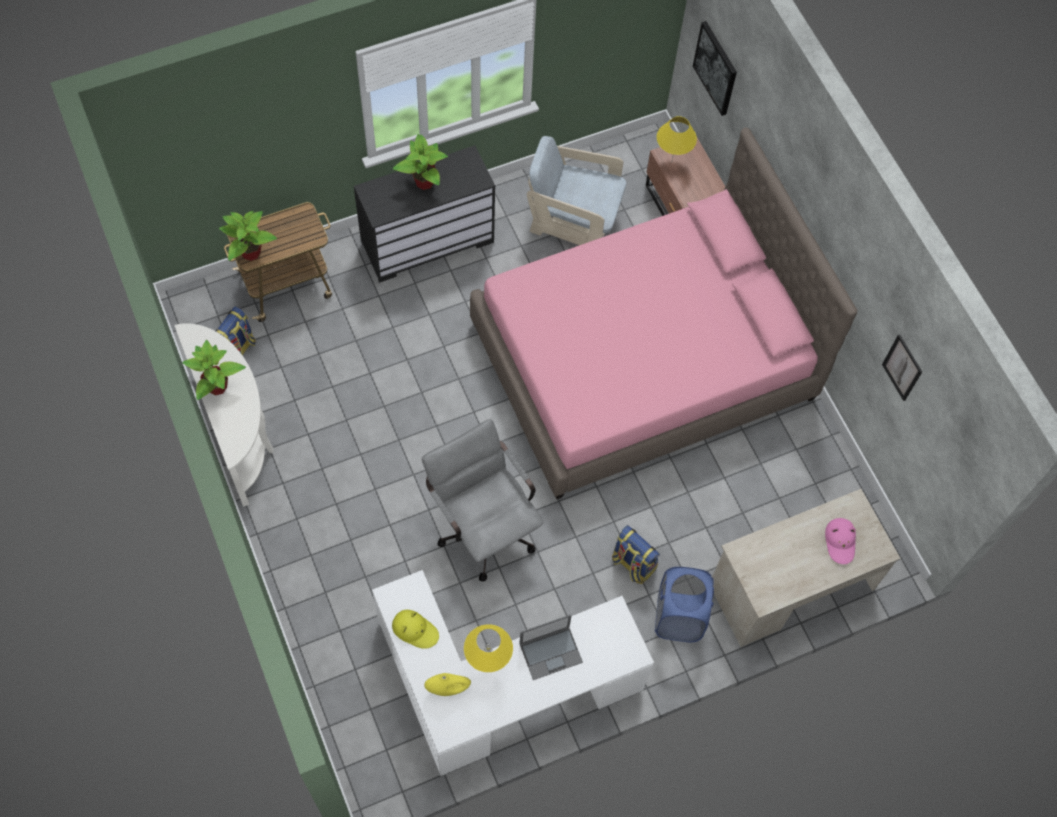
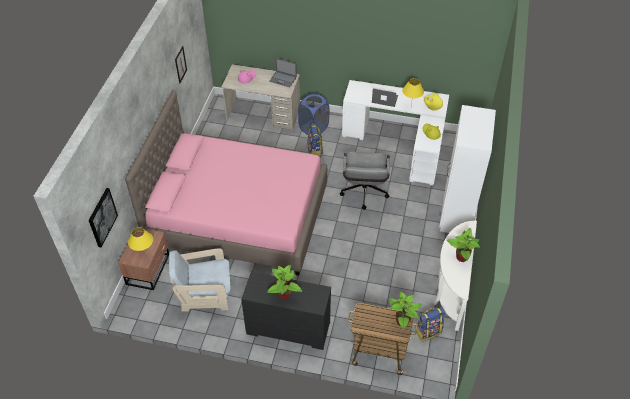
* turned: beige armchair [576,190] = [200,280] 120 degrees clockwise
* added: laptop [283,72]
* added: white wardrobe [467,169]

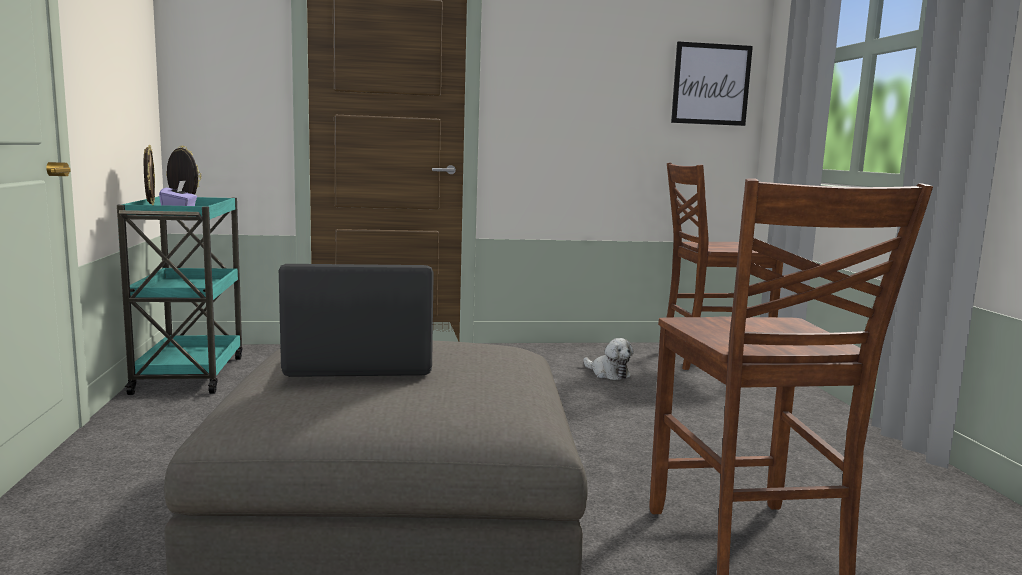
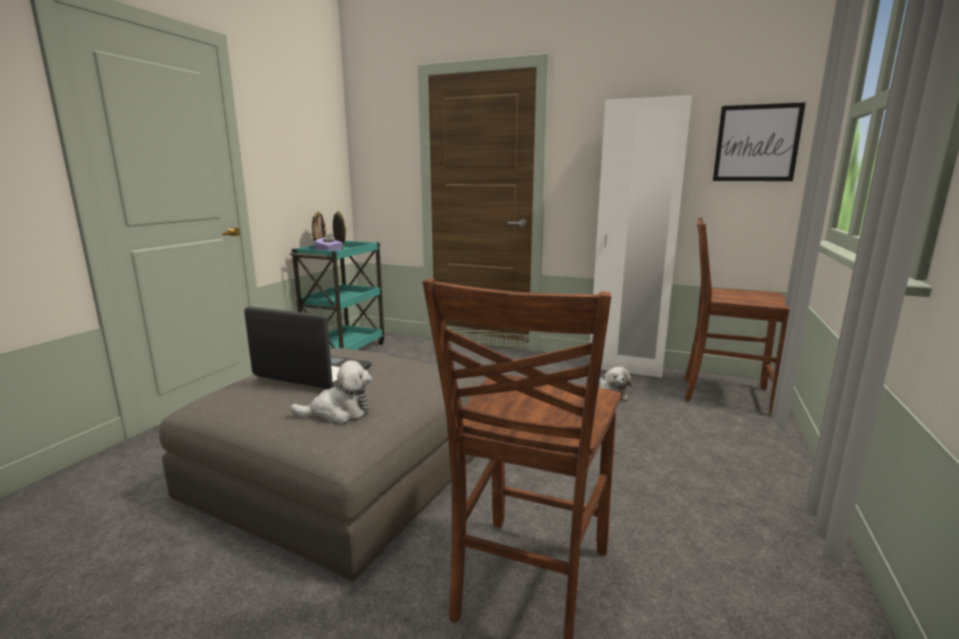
* added: plush toy [331,391]
* added: white wardrobe [640,236]

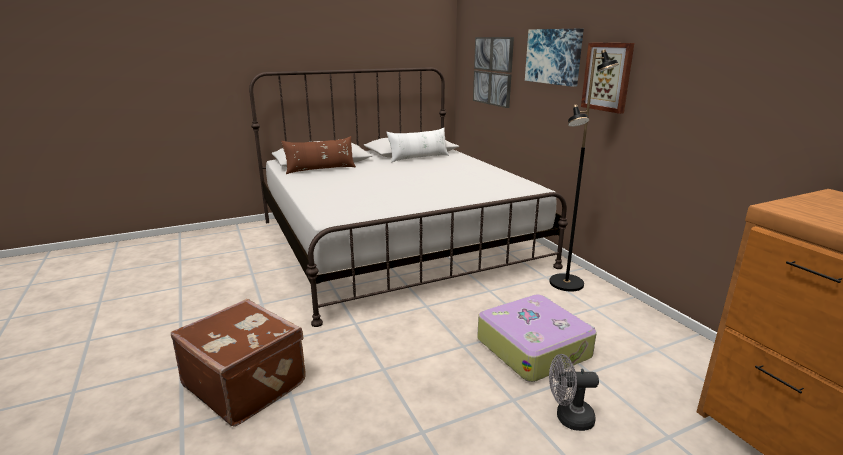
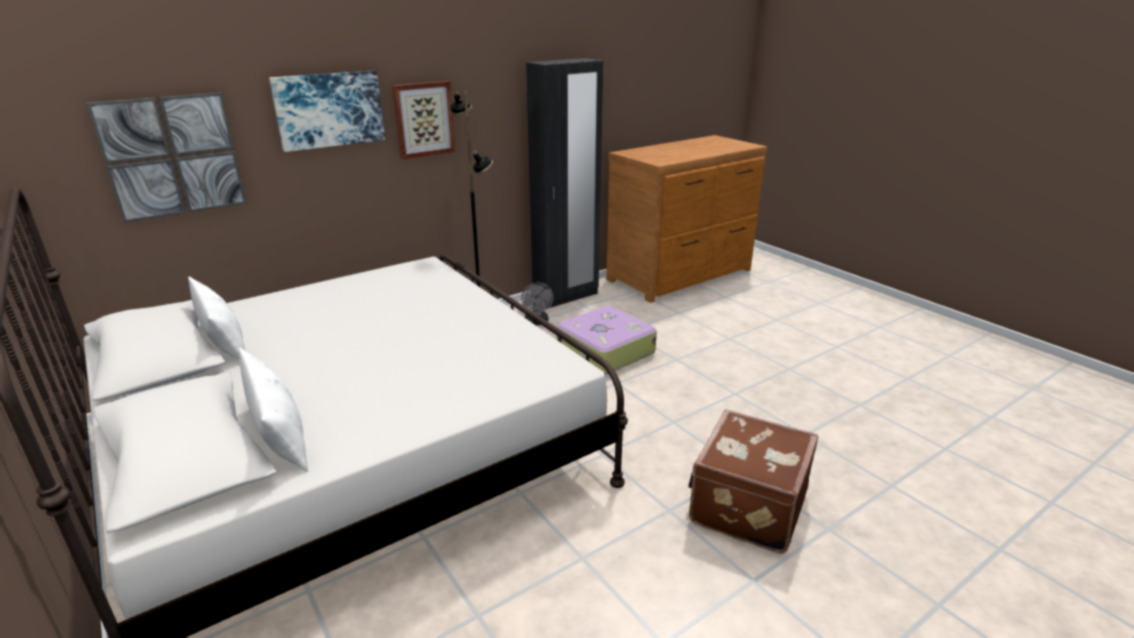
* recoloured: brown pillow [318,155] to white pillow [273,410]
* moved: grey fan [574,392] to [537,304]
* added: black wardrobe [564,183]

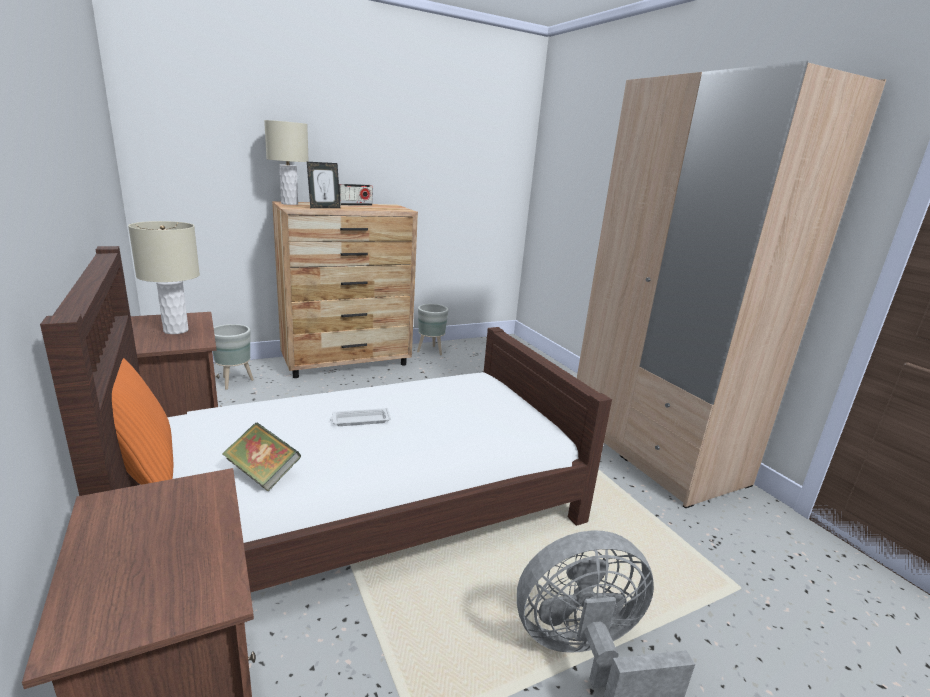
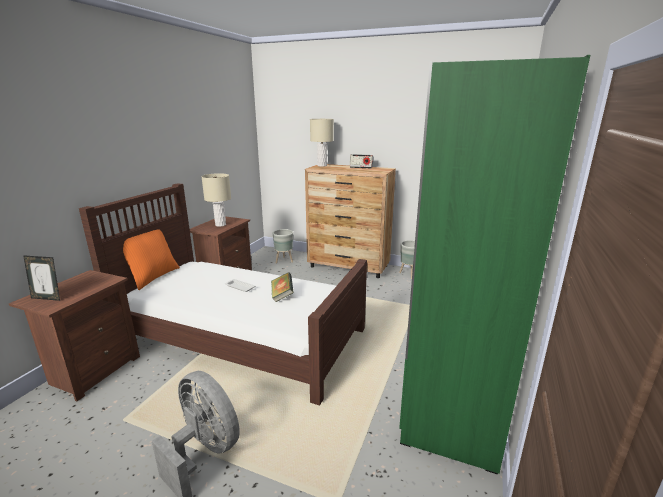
* moved: book [261,457] to [282,287]
* moved: picture frame [323,185] to [41,278]
* recoloured: beige wardrobe [731,284] to green wardrobe [494,265]

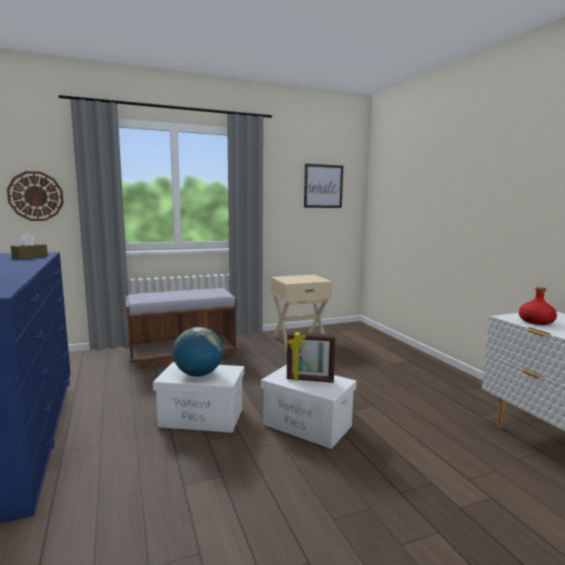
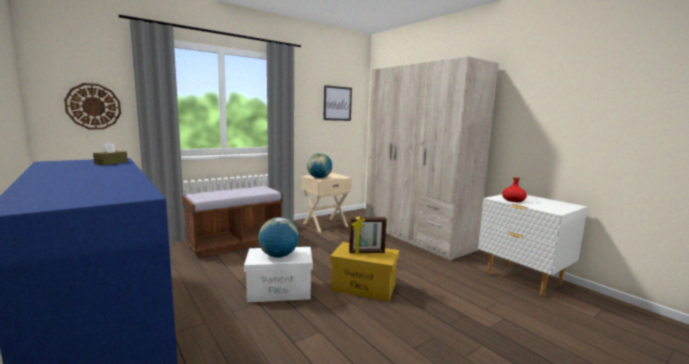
* recoloured: white storage box [309,406] to yellow storage box [364,272]
* added: globe [319,165]
* added: beige wardrobe [432,158]

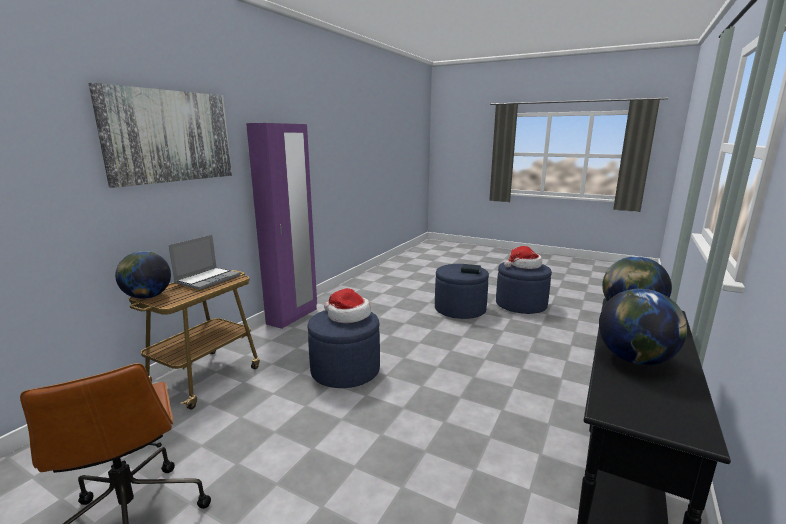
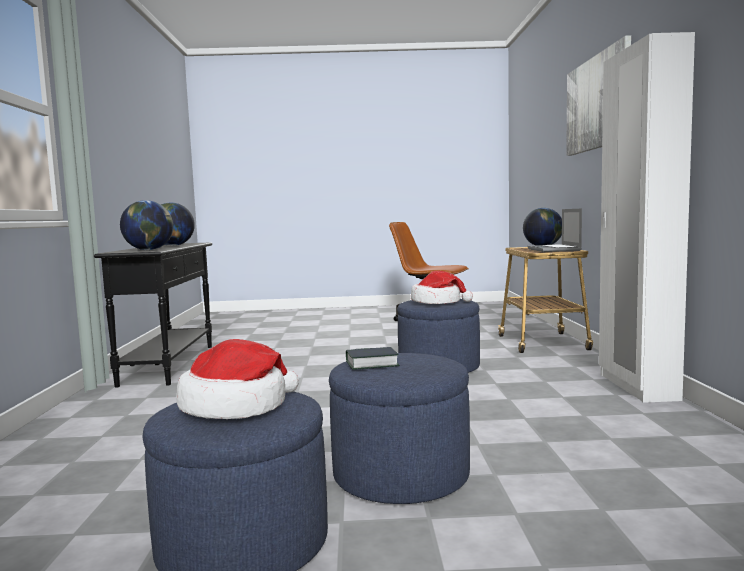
* recoloured: purple wardrobe [281,226] to white wardrobe [647,217]

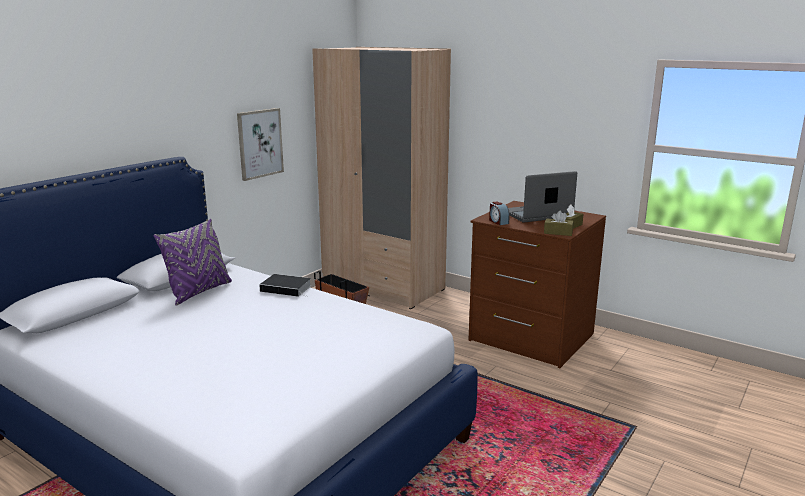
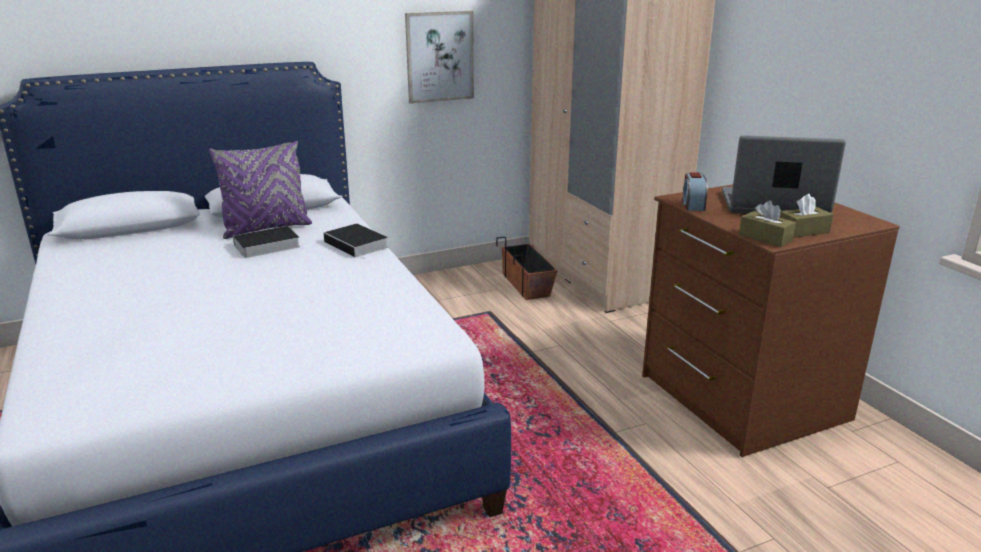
* added: book [262,242]

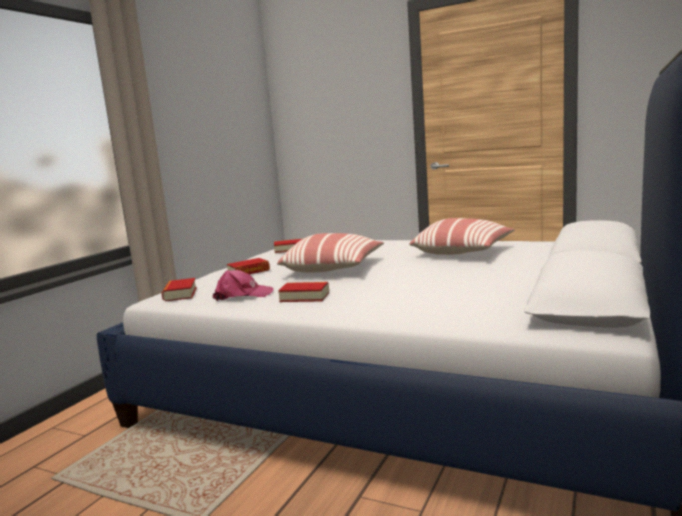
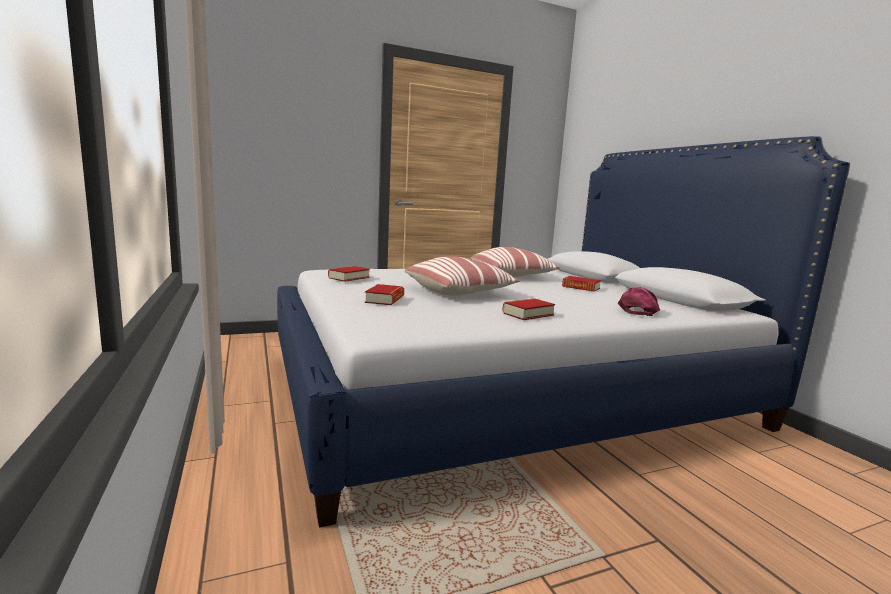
* moved: book [179,289] to [581,284]
* moved: pink cap [243,285] to [639,301]

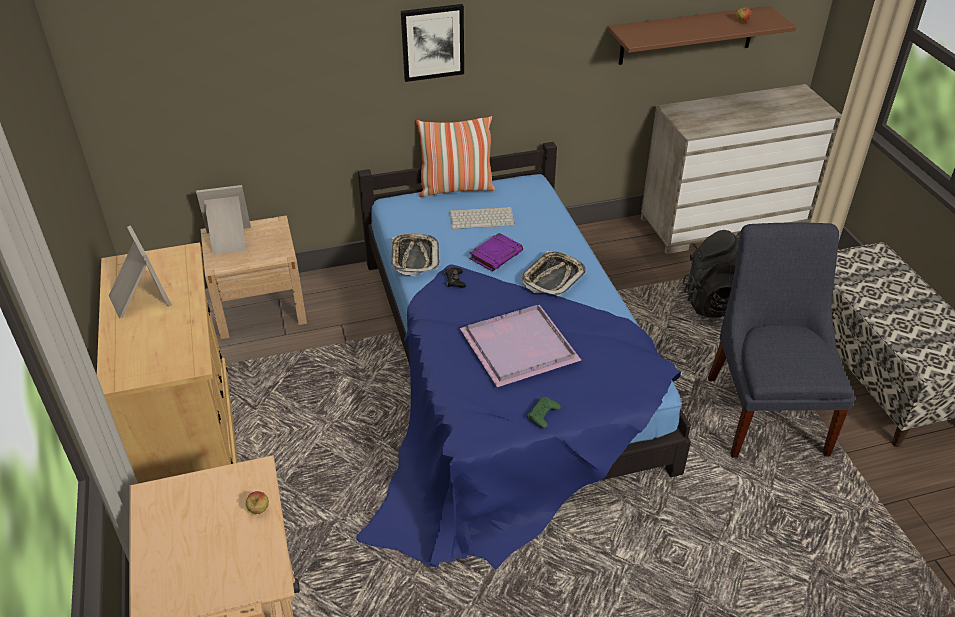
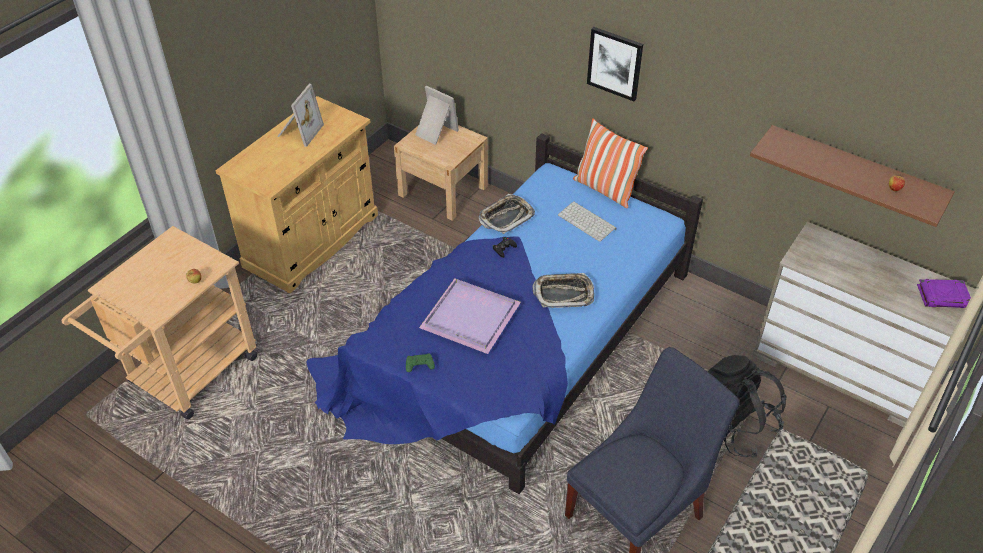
* moved: purple book [496,252] to [944,293]

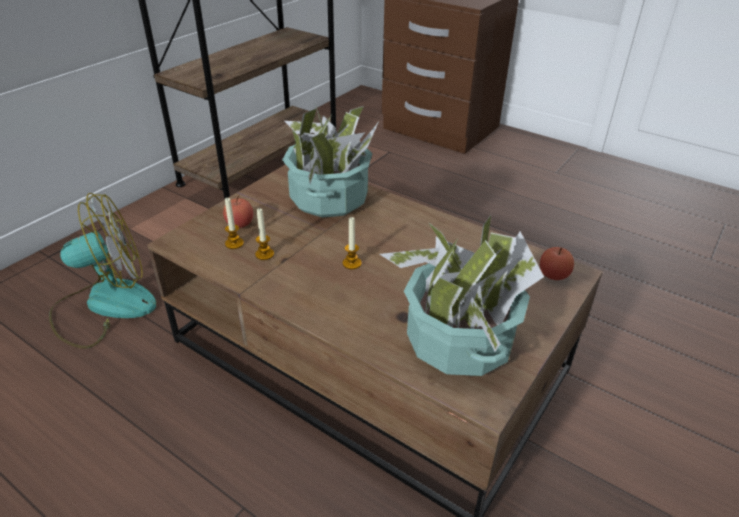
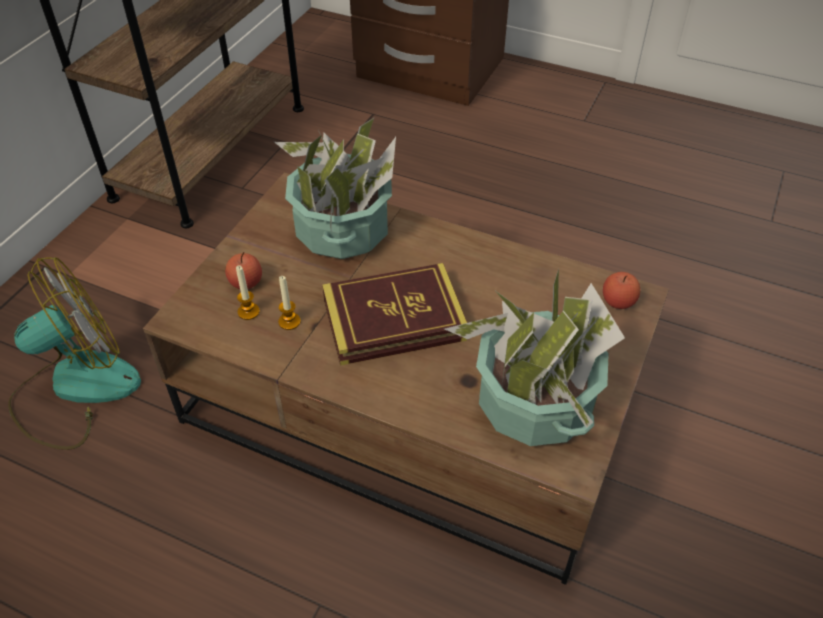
* replaced: candle [352,242] to book [394,314]

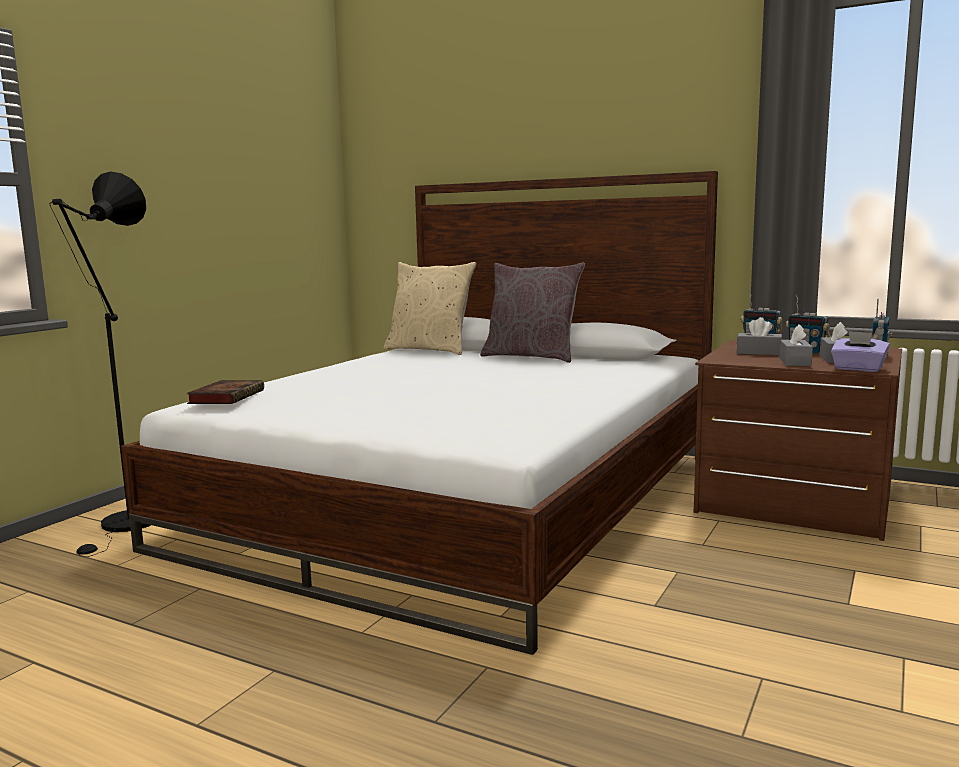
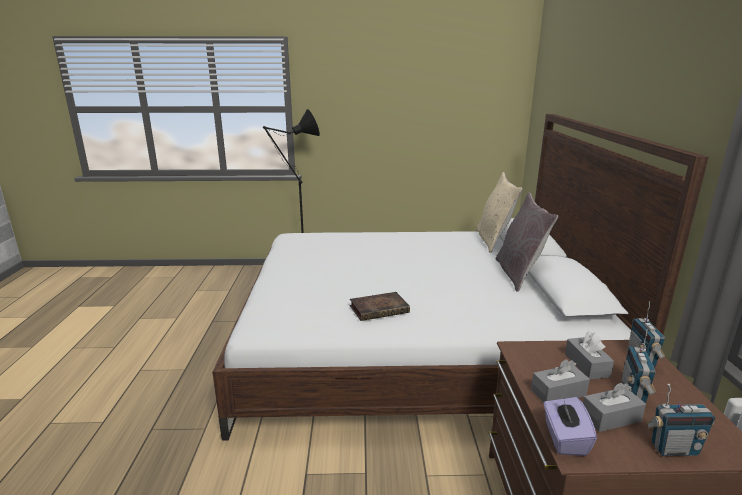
* moved: book [225,392] to [380,306]

